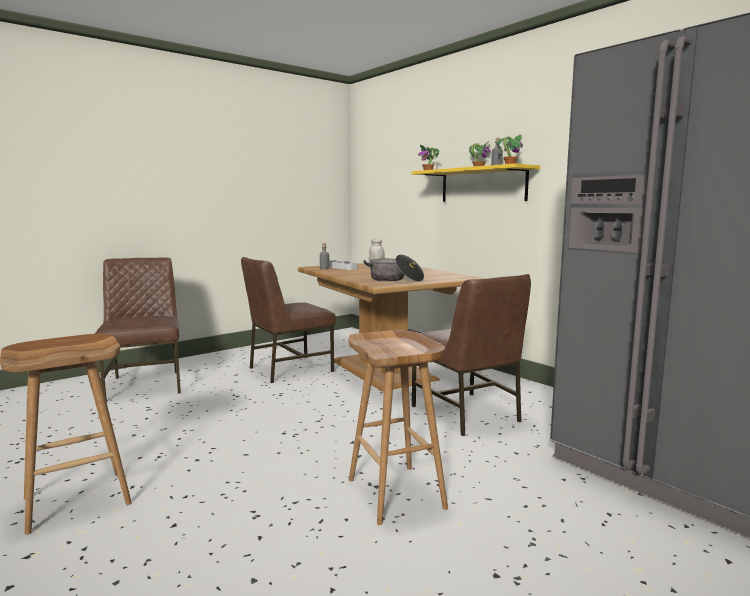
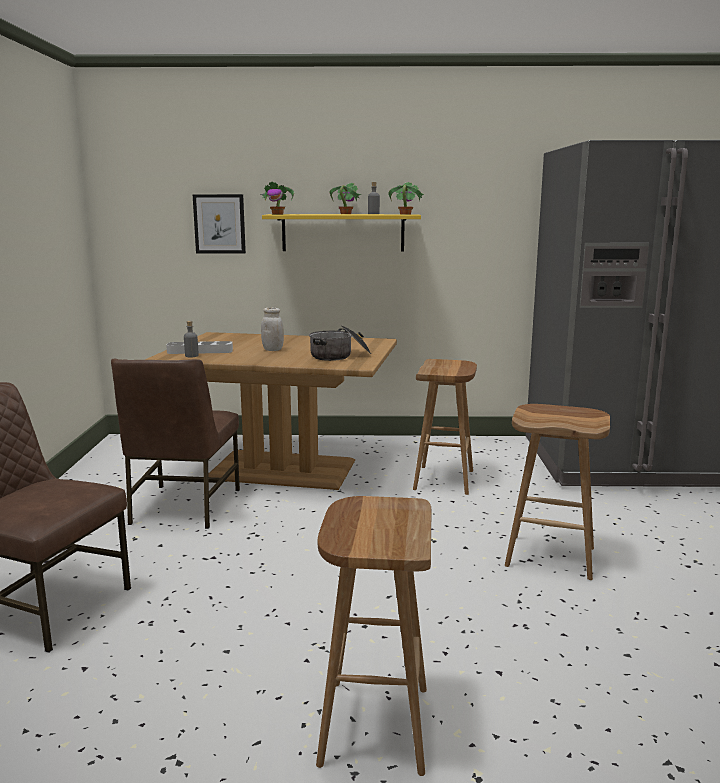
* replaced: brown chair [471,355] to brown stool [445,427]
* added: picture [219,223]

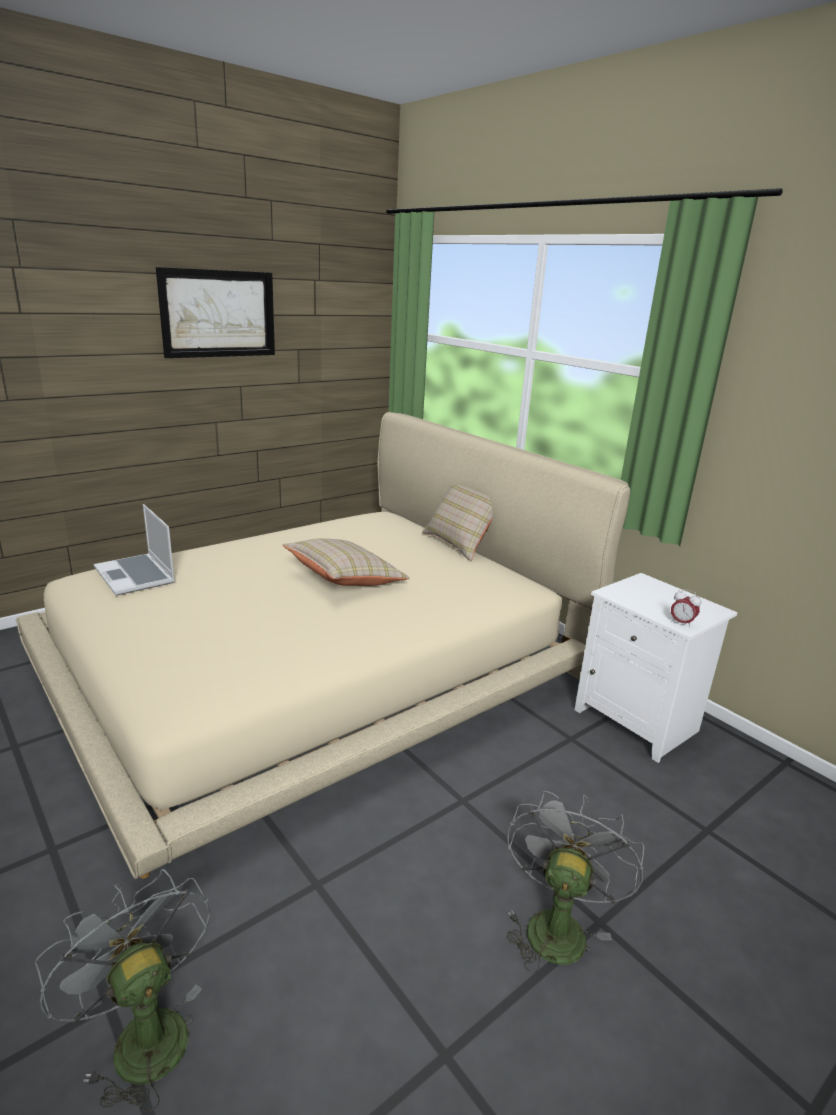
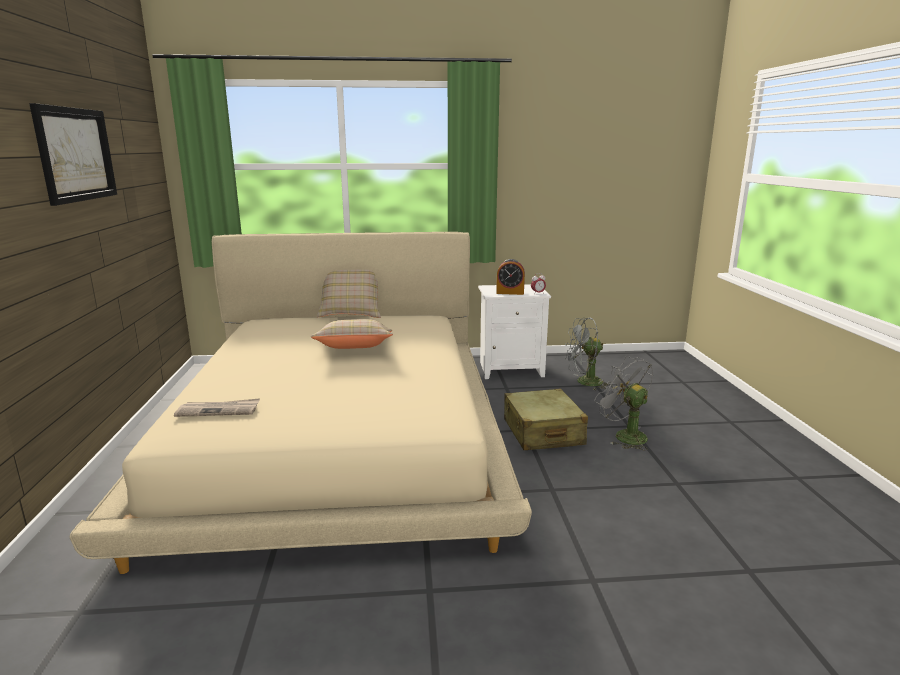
* moved: grey fan [123,990] to [588,354]
* replaced: laptop [134,550] to newspaper [217,407]
* added: alarm clock [510,277]
* added: beige suitcase [546,419]

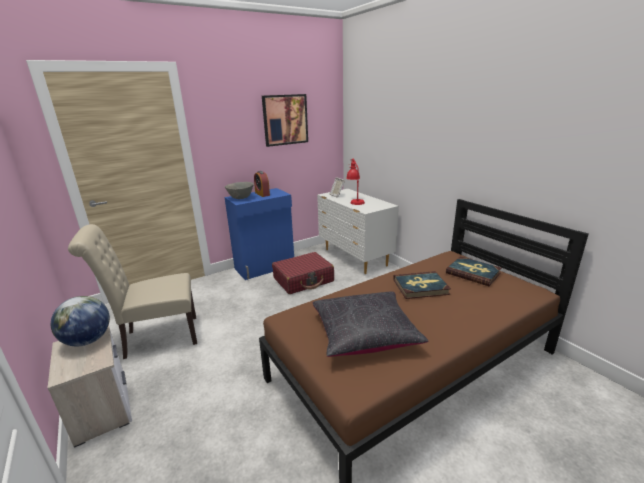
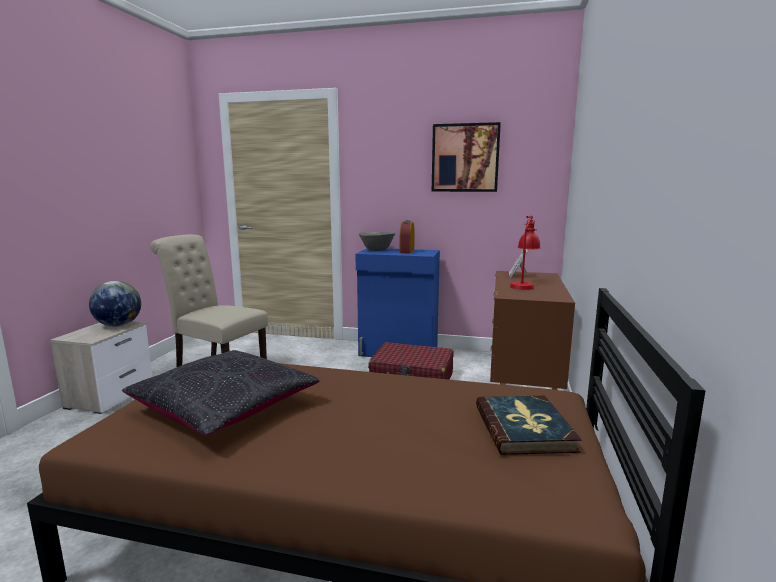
* recoloured: white dresser [358,231] to brown dresser [532,330]
* removed: book [422,285]

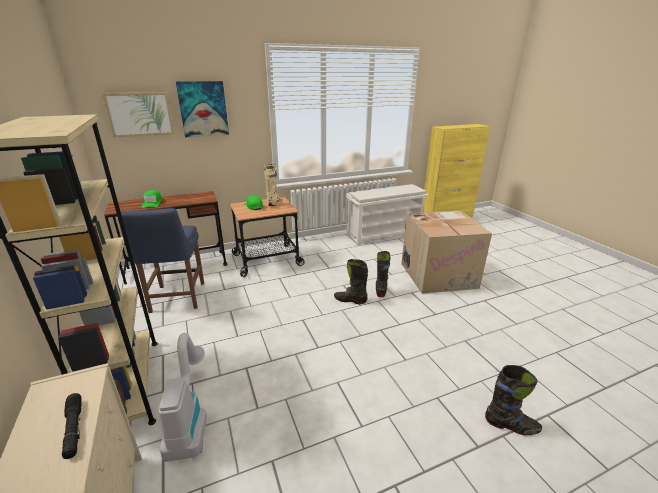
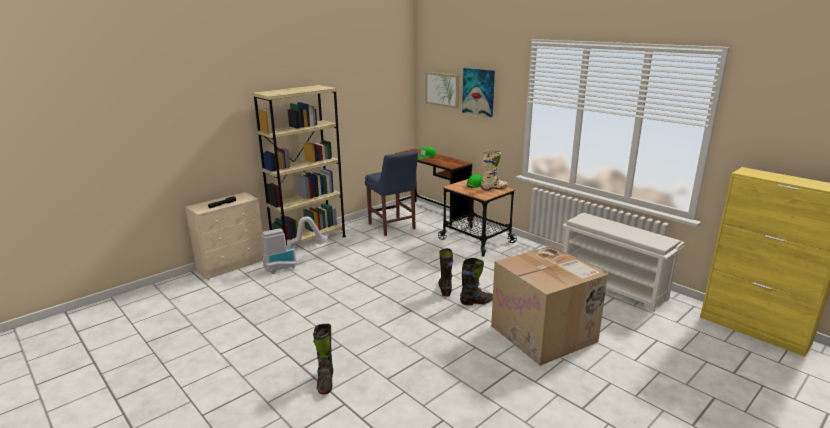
* turned: blue chair [162,260] = [391,193] 90 degrees counterclockwise

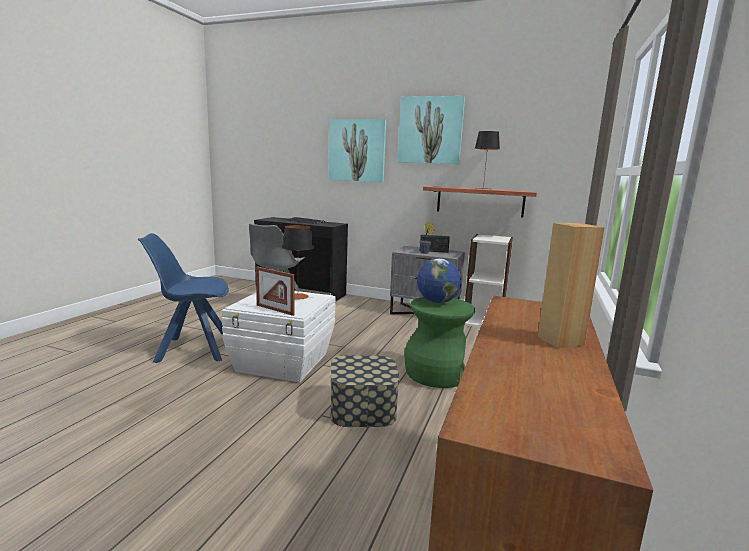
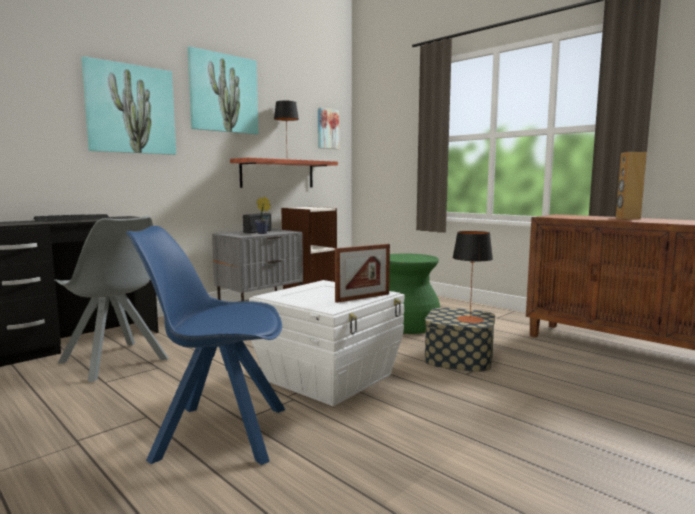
* turned: blue chair [183,298] = [206,345] 75 degrees clockwise
* moved: table lamp [298,262] to [472,277]
* removed: globe [439,281]
* added: picture [328,128]

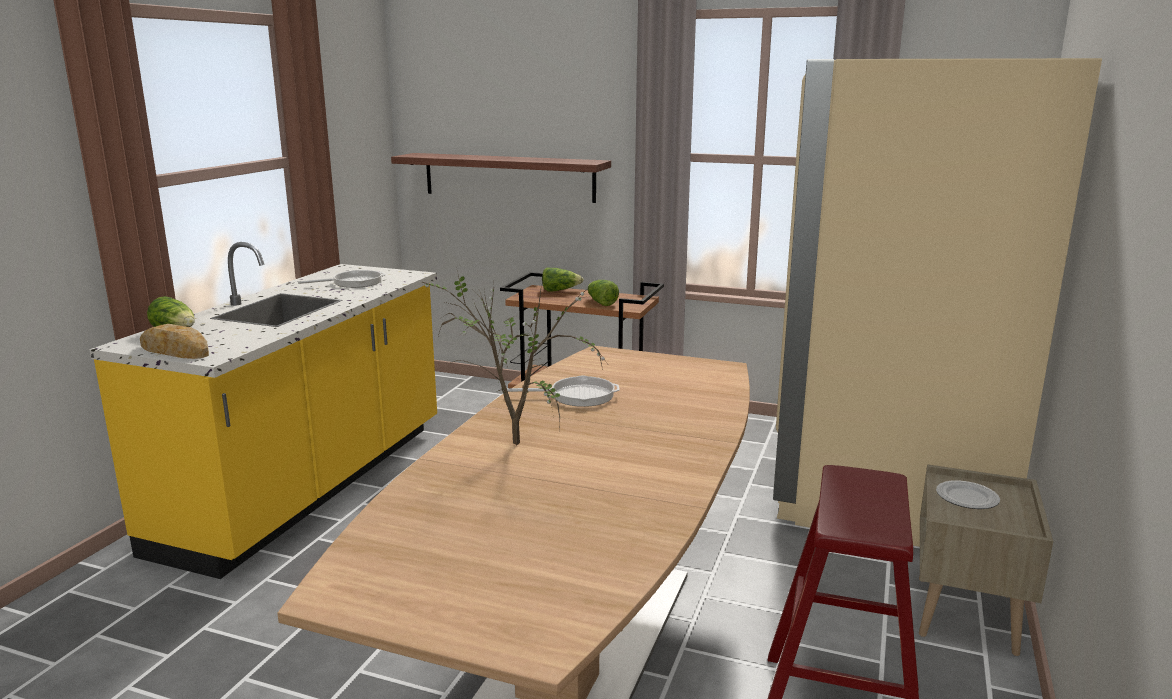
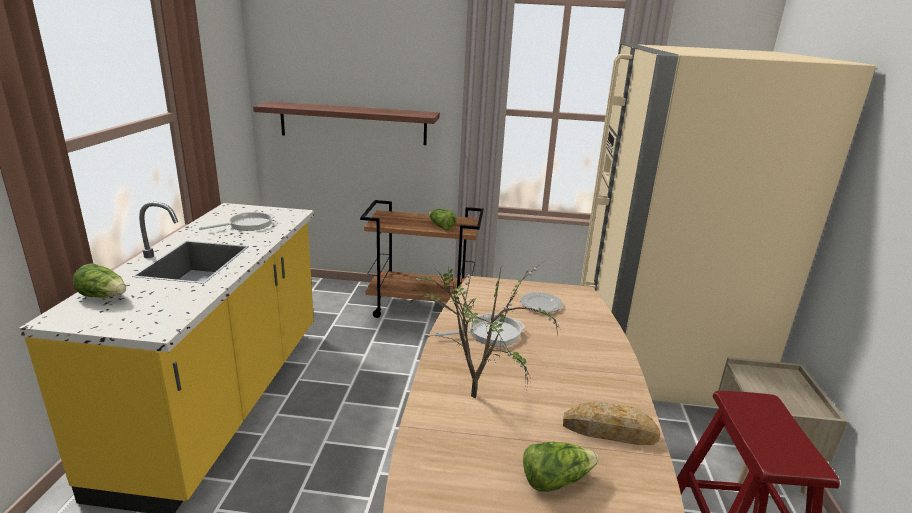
* moved: bread [174,341] to [611,423]
* moved: lettuce [563,279] to [561,466]
* moved: plate [968,494] to [541,302]

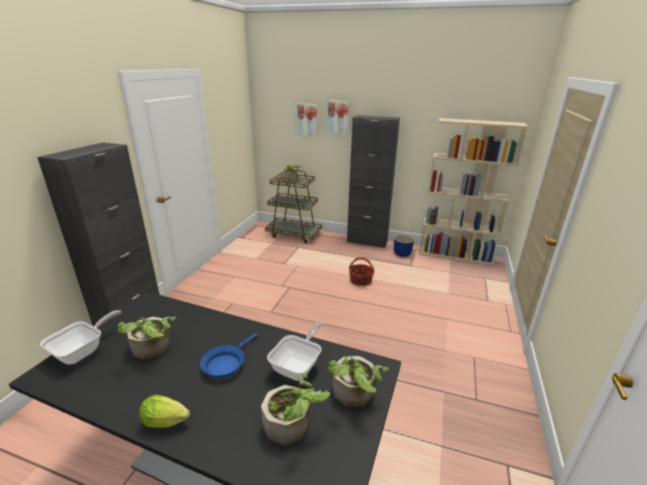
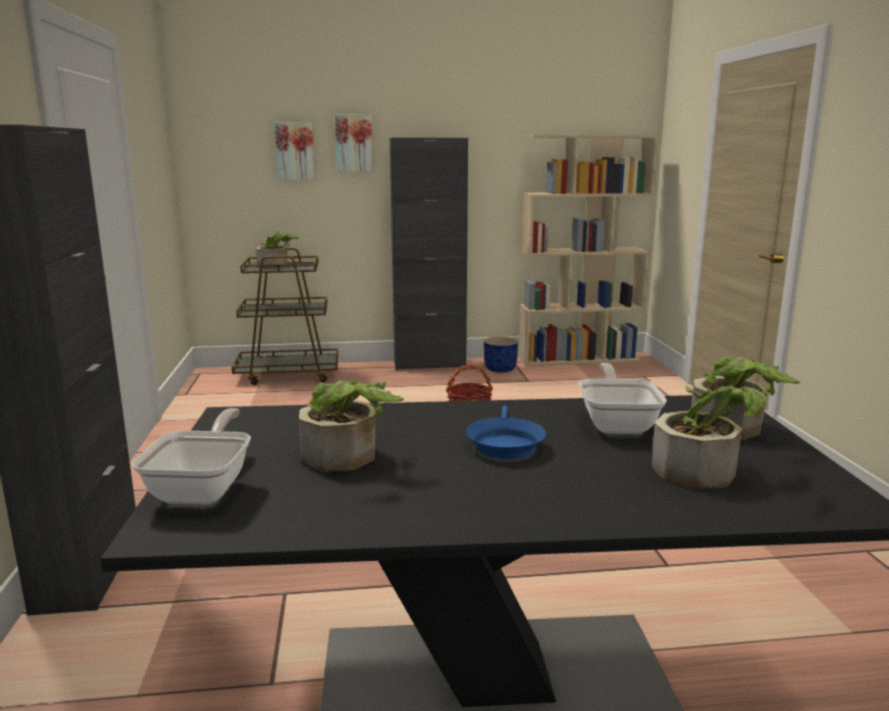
* removed: lettuce [164,411]

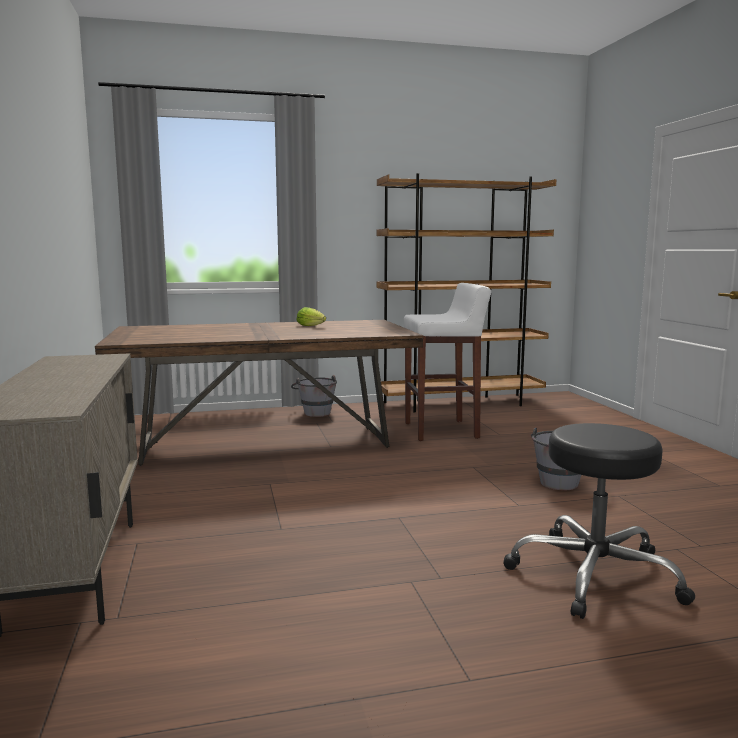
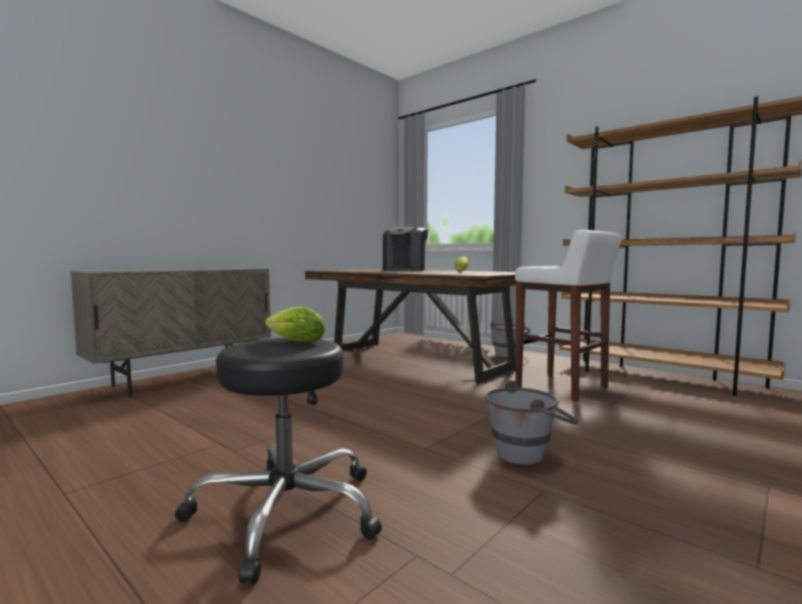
* added: lettuce [295,325]
* added: coffee machine [405,249]

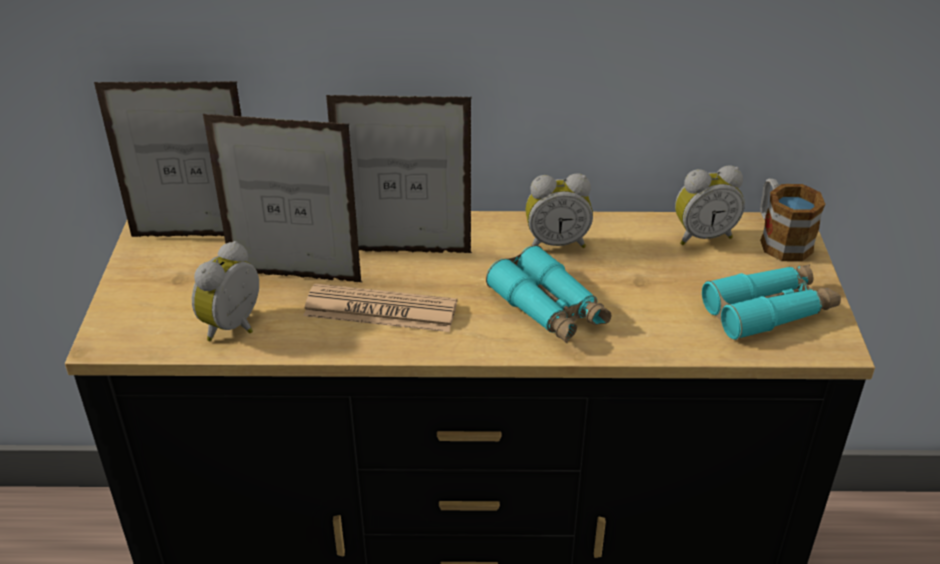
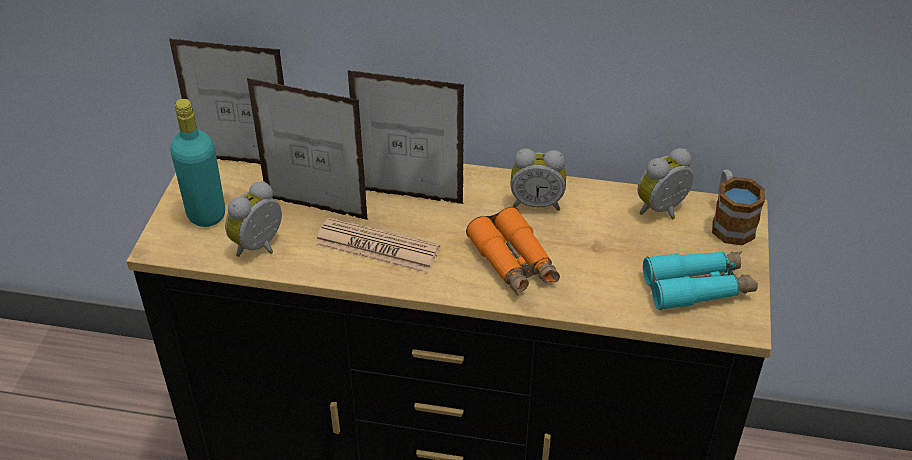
* recoloured: turquoise binoculars [548,294] to orange binoculars [513,251]
* turned: alarm clock [710,205] = [666,184] 150 degrees clockwise
* added: turquoise bottle [197,163]

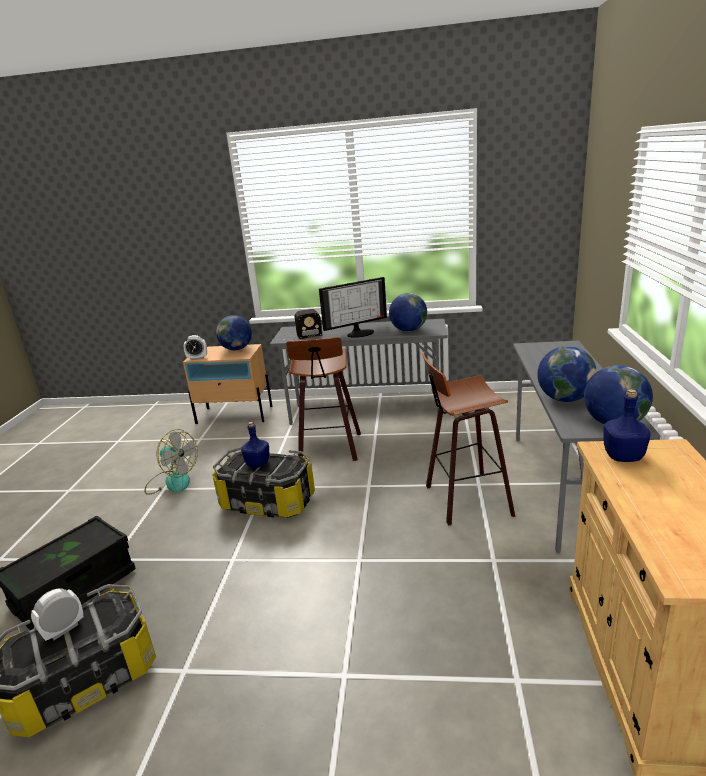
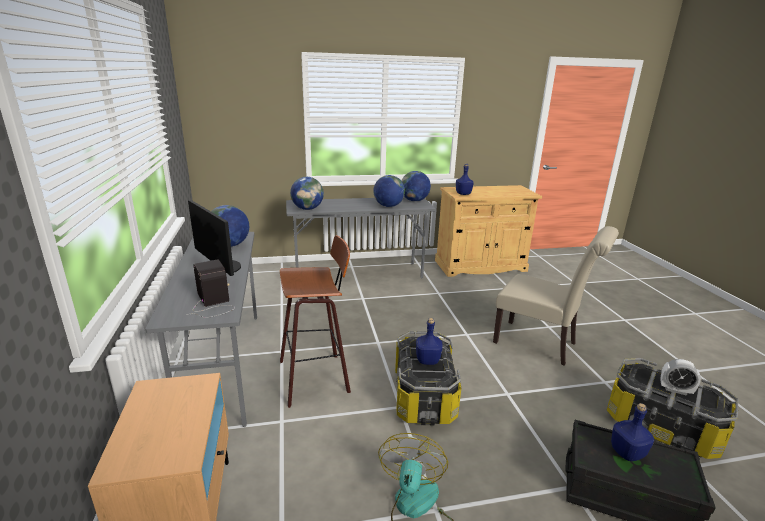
* removed: alarm clock [195,347]
* moved: globe [234,332] to [307,193]
* removed: stool [468,439]
* added: beige chair [556,296]
* added: blue bottle [632,432]

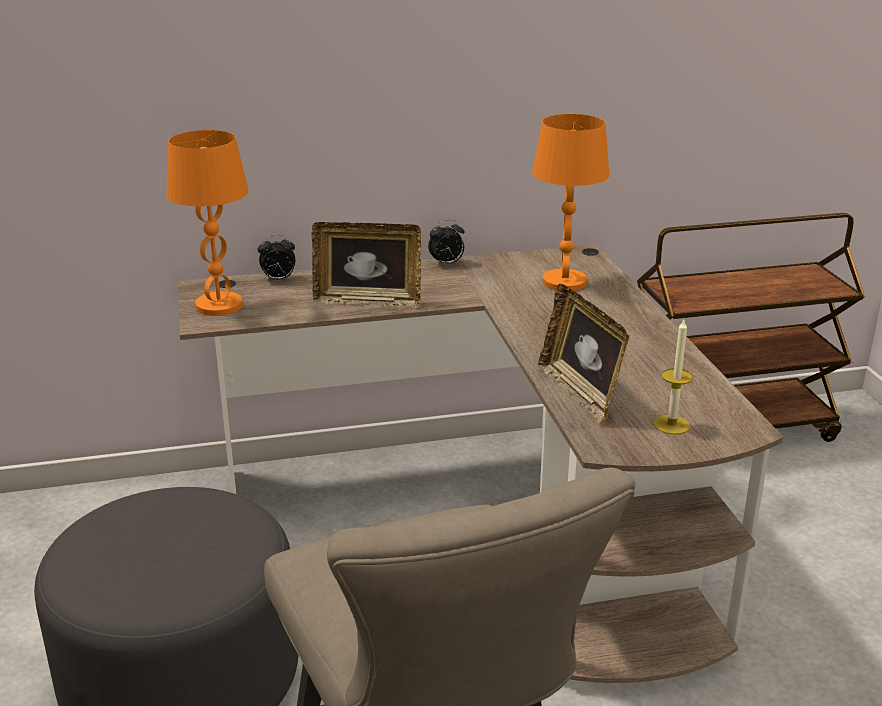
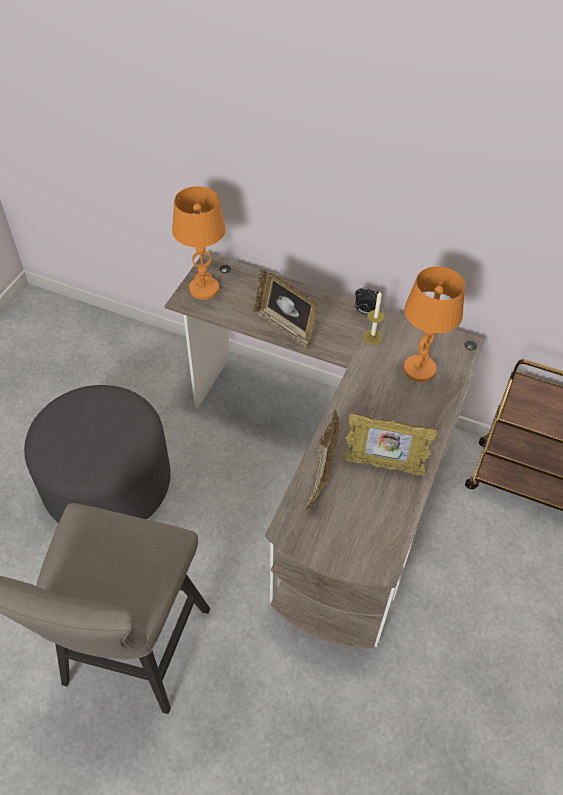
* removed: alarm clock [276,258]
* moved: candle [673,377] to [374,318]
* added: picture frame [390,445]

